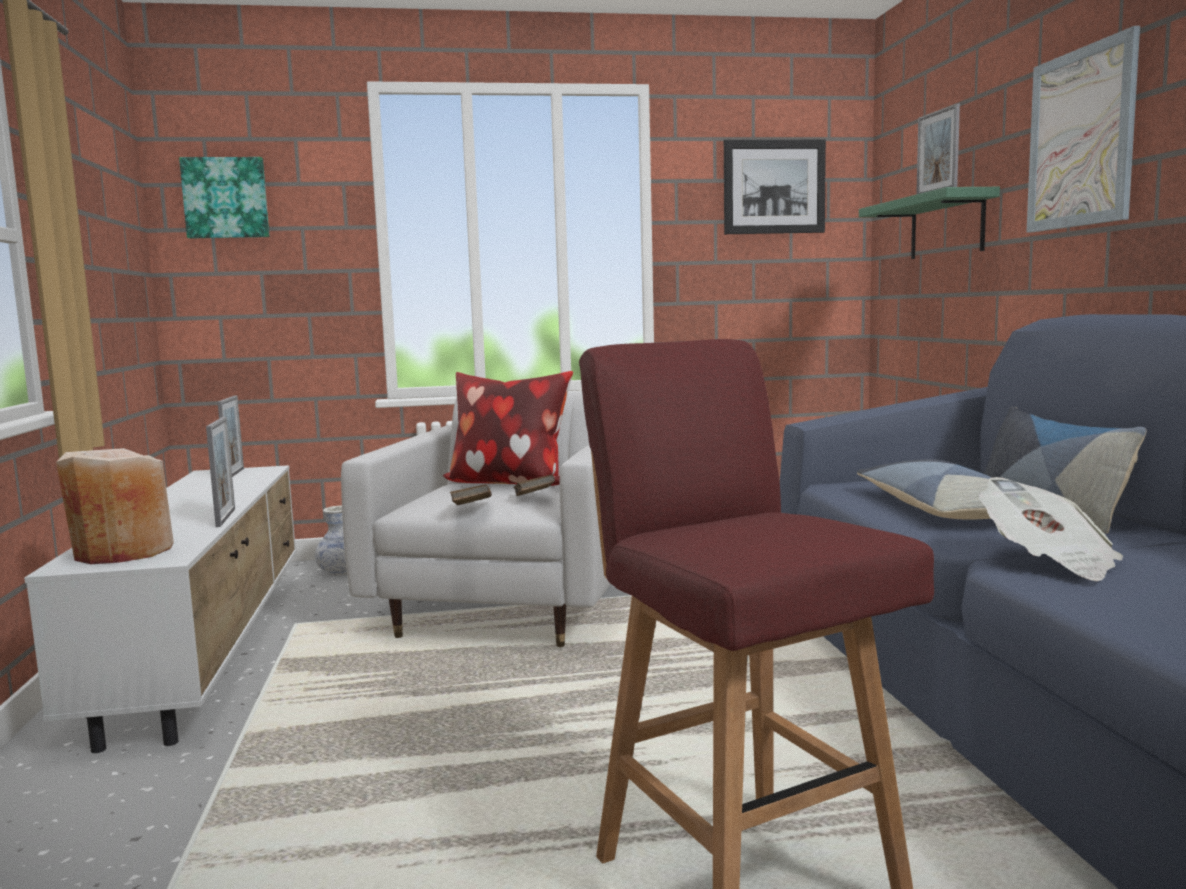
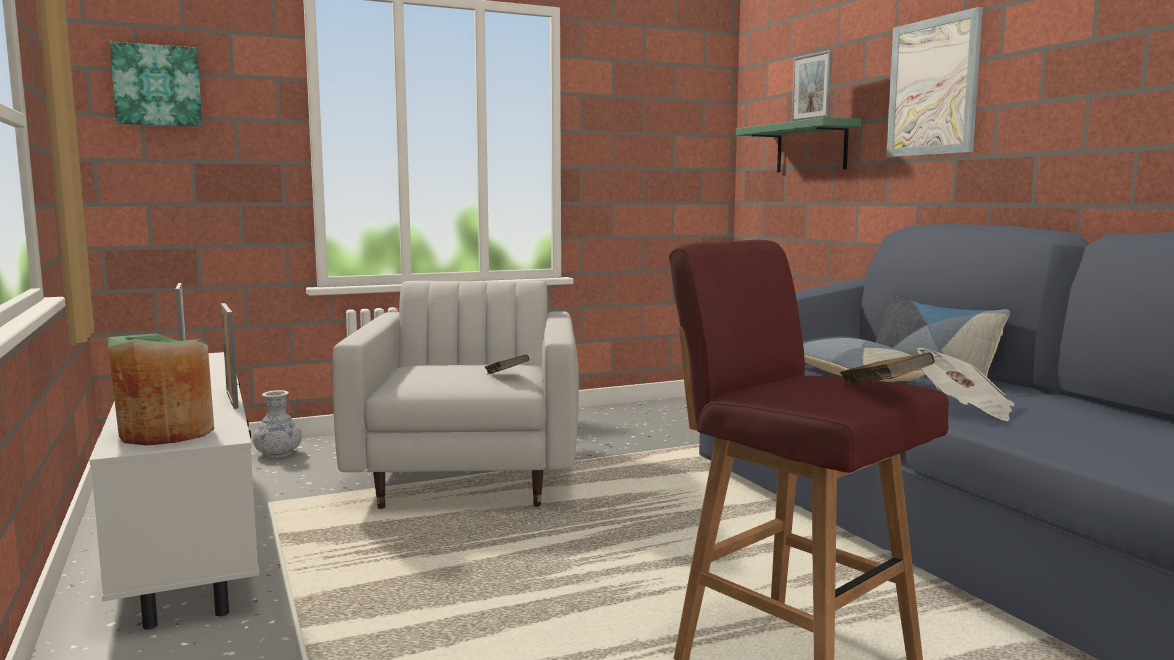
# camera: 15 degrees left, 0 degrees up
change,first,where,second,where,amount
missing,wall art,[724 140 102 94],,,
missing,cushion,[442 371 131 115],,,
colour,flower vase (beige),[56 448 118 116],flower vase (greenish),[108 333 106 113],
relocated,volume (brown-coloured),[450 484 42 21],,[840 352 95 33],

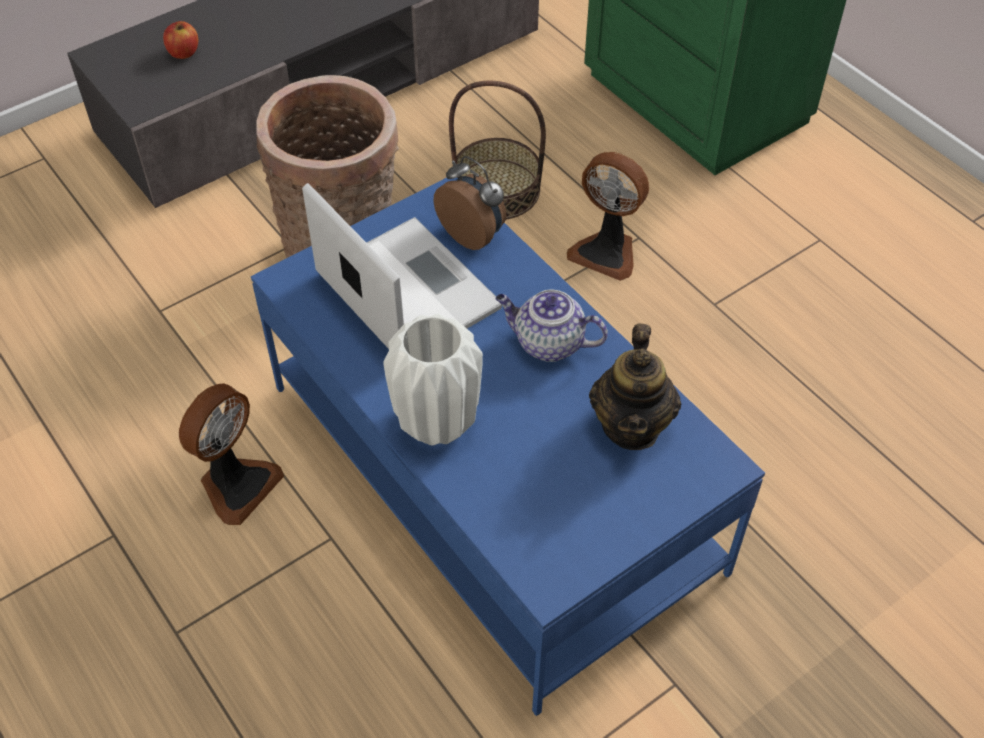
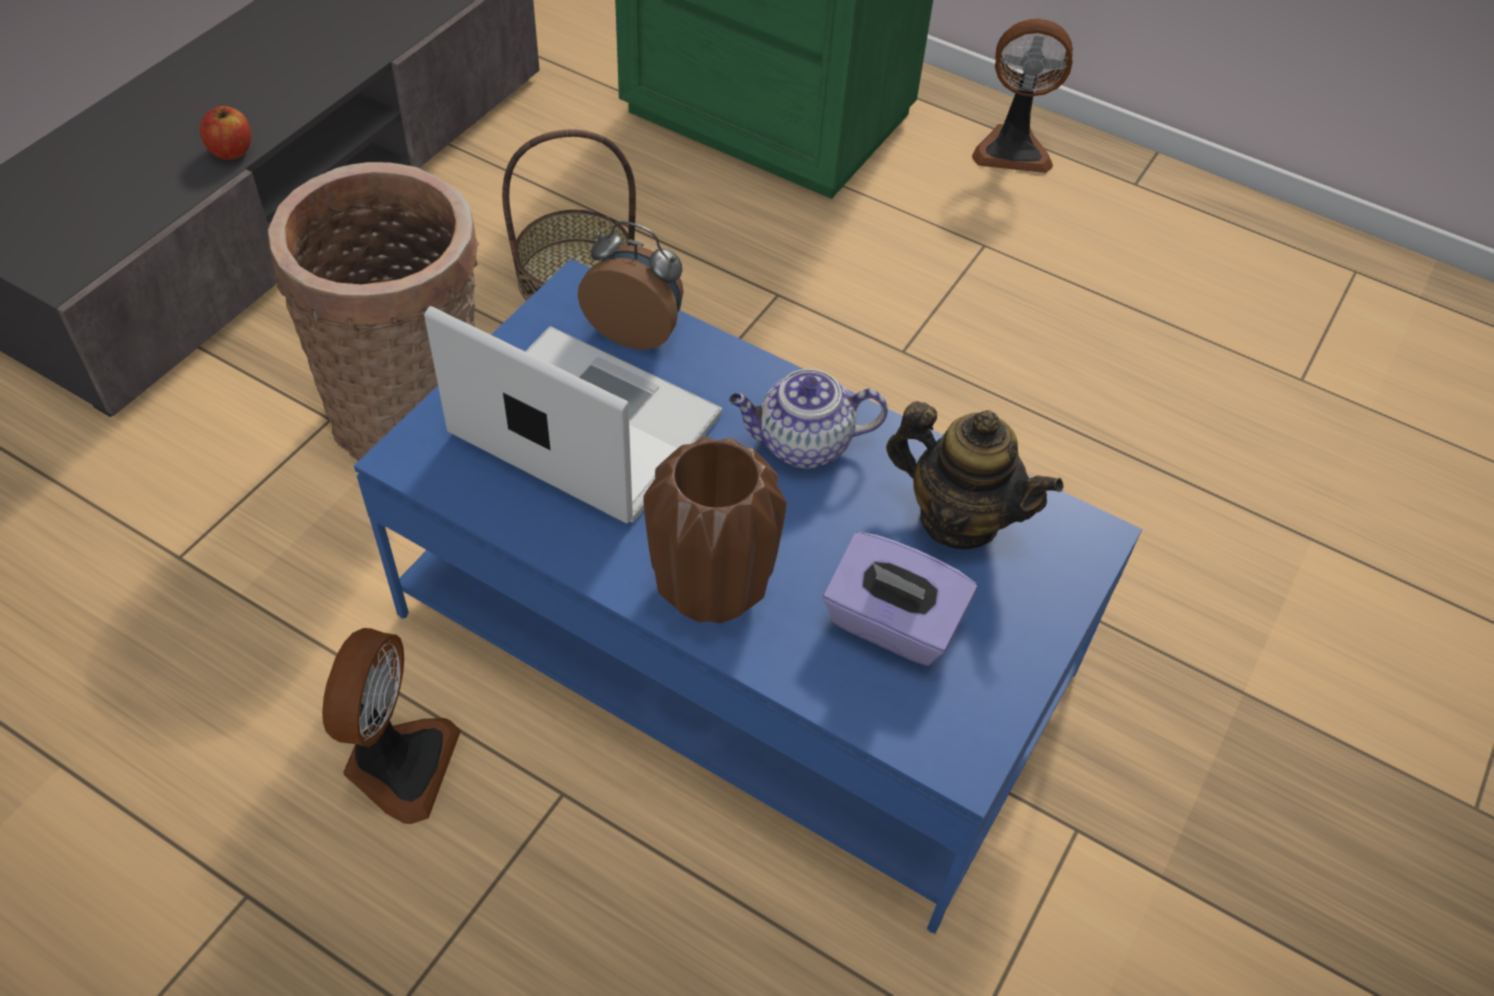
# camera: 25 degrees left, 0 degrees up
change,first,where,second,where,amount
relocated,apple fruit,[163 21 35 38],,[200 106 51 54],
relocated,cooling fan,[566 152 83 129],,[972 19 101 154],
colour,flower vase (whitish),[383 314 100 132],flower vase (brown-coloured),[643 436 144 187],
spun,teapot,[589 323 92 127],,[886 401 178 148],45 degrees counterclockwise
appeared,,,box of tissues (purple),[823 532 154 134],

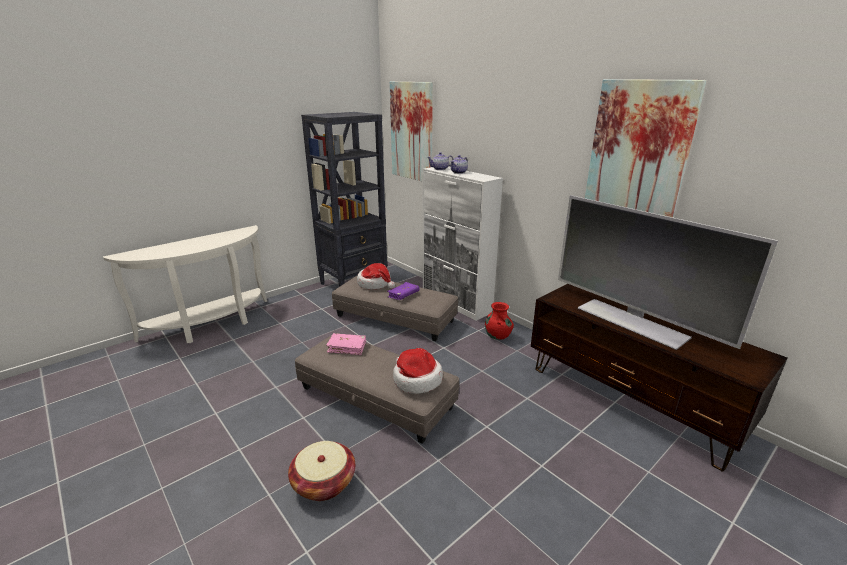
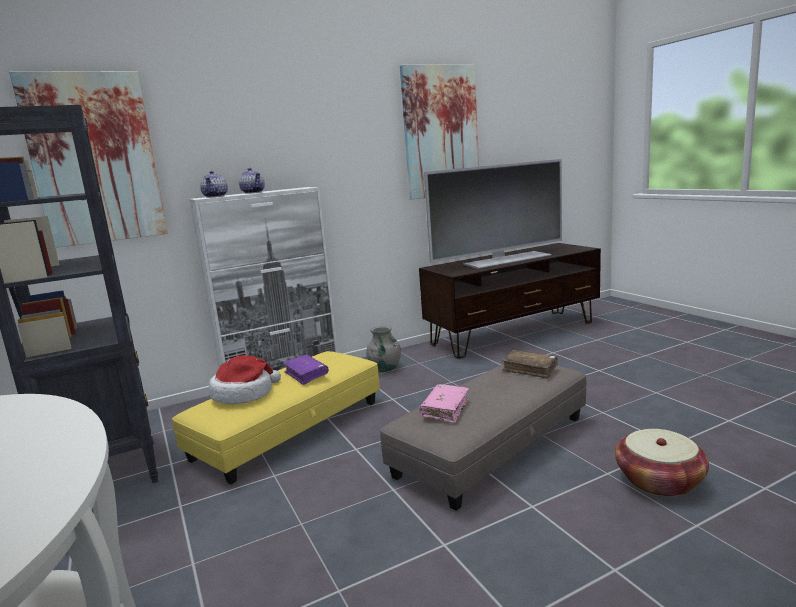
# camera: 75 degrees left, 10 degrees down
change,first,where,second,where,amount
colour,ottoman (grey),[332 276 126 65],ottoman (yellowish),[172 351 208 133],
colour,flower vase (red),[485 302 29 38],flower vase (grey),[366 325 35 47],
exchanged,hat,[393 348 50 46],volume (brown-coloured),[502 350 56 29],

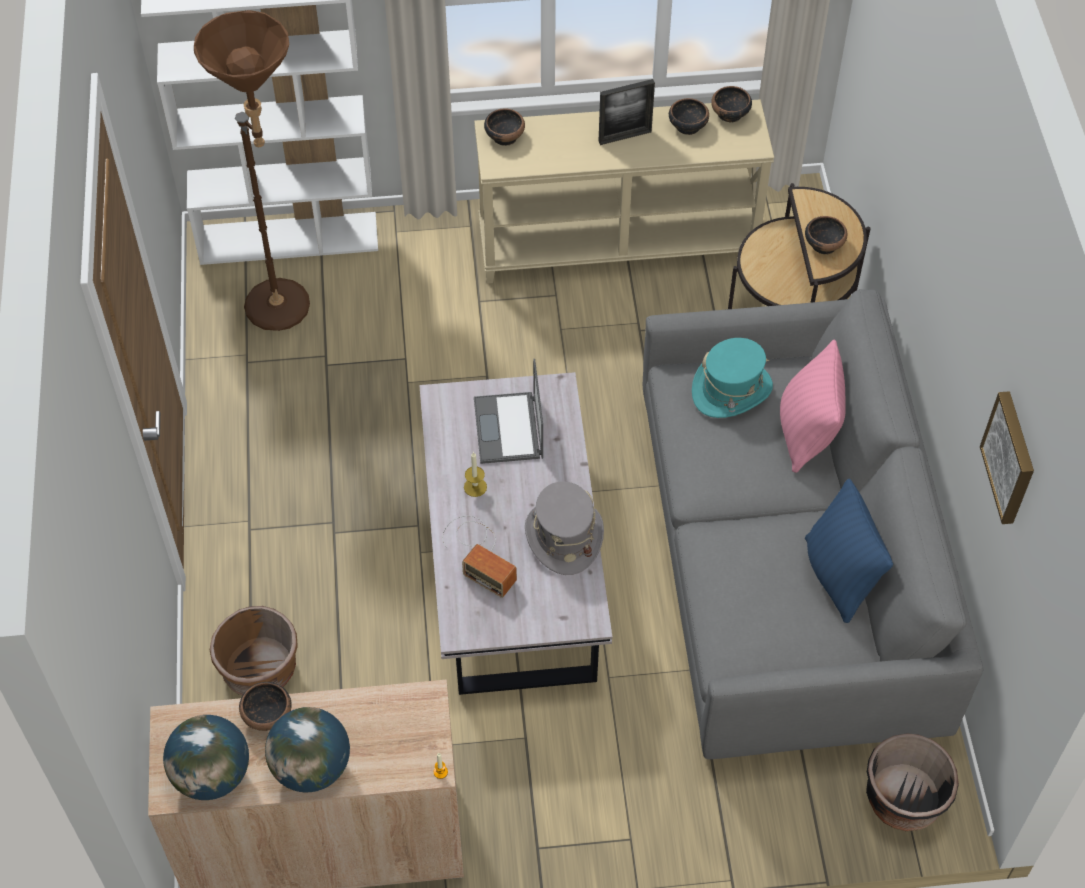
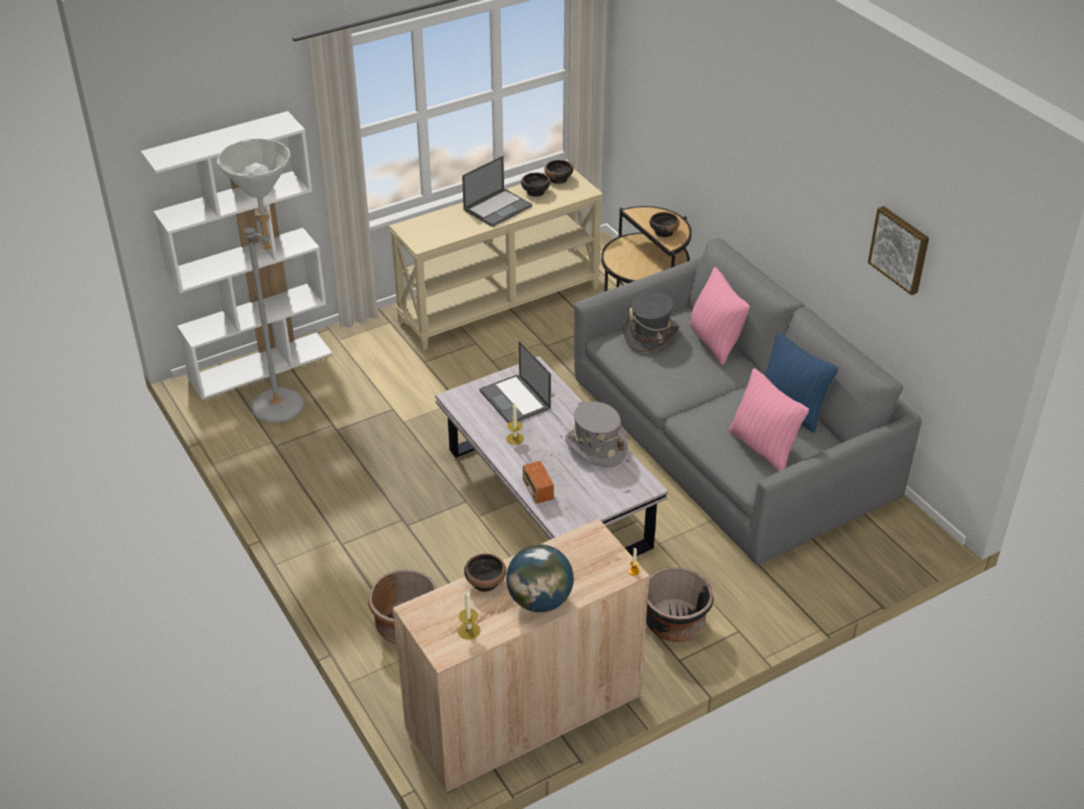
# camera: 25 degrees left, 15 degrees down
change,first,where,second,where,amount
colour,standing lamp (brown-coloured),[194 10 116 321],standing lamp (grey),[217 139 87 284],
exchanged,picture frame,[599 79 56 66],laptop,[462 156 70 71],
missing,serving bowl,[484 109 41 37],,,
colour,hat (turquoise-coloured),[692 338 81 80],hat (grey),[623 292 56 60],
spun,radio set,[442 516 75 82],,[523 450 41 54],60 degrees clockwise
exchanged,world globe,[163 715 86 85],wax candle,[458 591 22 49],
relocated,planter (black),[866 733 93 98],,[646 567 68 75],
appeared,,,cushion (pinkish),[728 368 81 104],

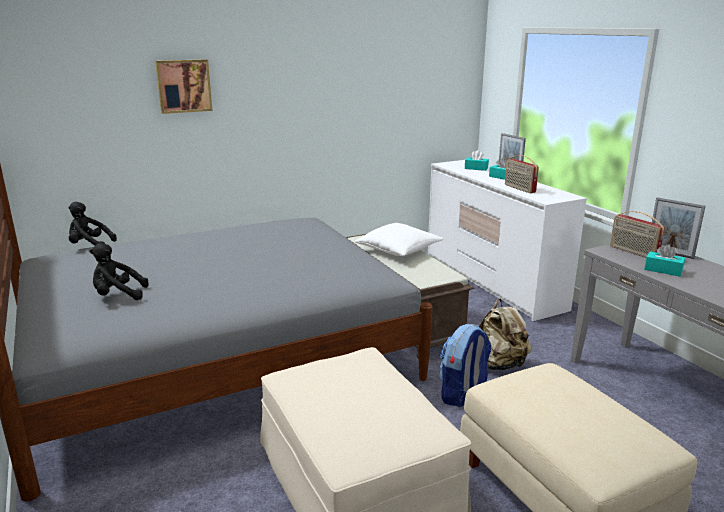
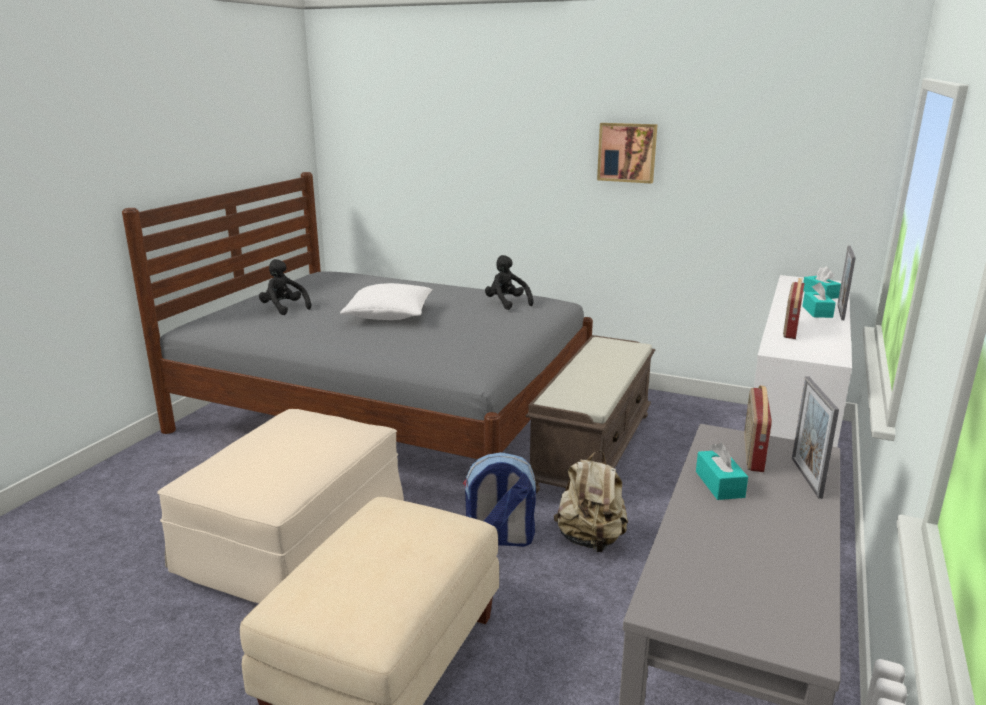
# camera: 50 degrees right, 0 degrees up
change,first,where,second,where,amount
relocated,wall art,[155 59 58 55],,[597 123 61 61],
relocated,plush toy (black),[68 202 49 44],,[485 255 49 55],
relocated,cushion (whitish),[355 223 89 33],,[340 283 92 37],

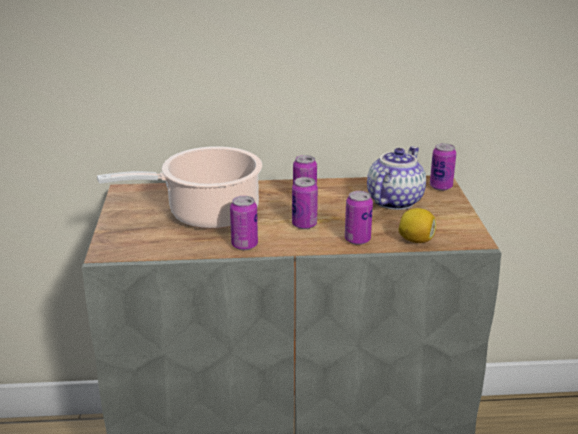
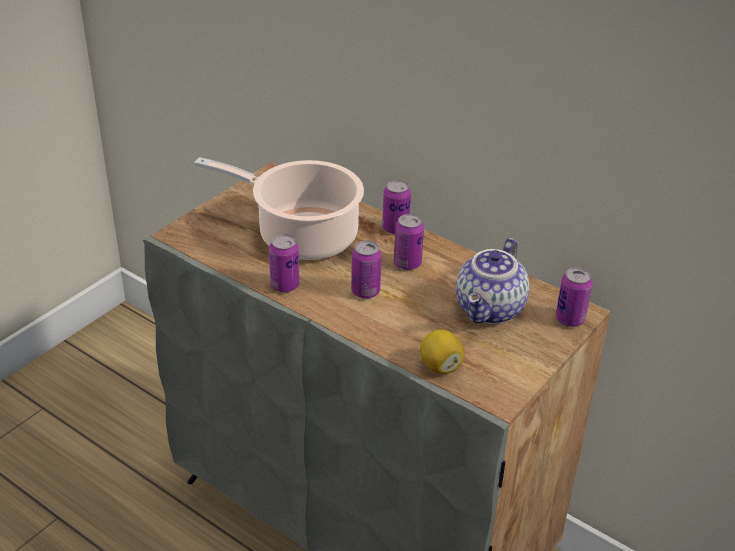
# camera: 40 degrees right, 10 degrees up
change,first,where,second,where,amount
spun,teapot,[367 147 59 63],,[456 238 73 86],135 degrees clockwise
relocated,metal can,[345 191 28 54],,[382 180 29 54],

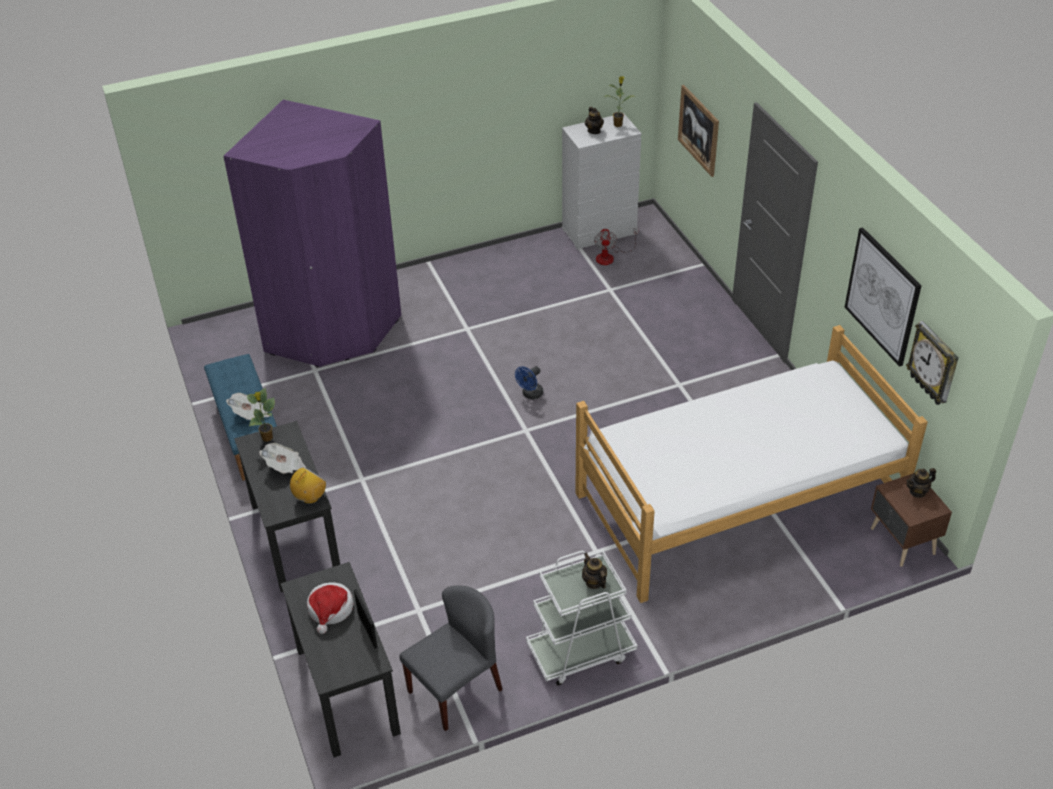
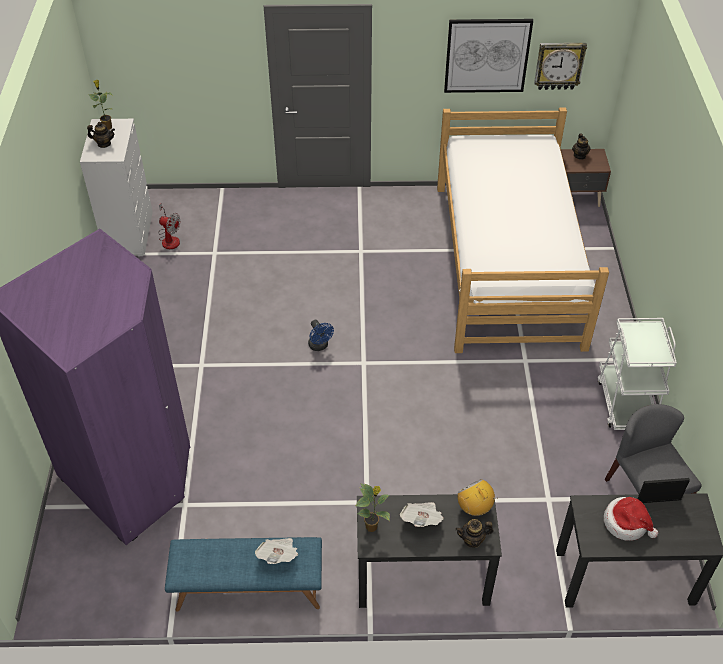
# camera: 70 degrees left, 5 degrees up
change,first,where,second,where,amount
missing,wall art,[678 85 41 92],,,
relocated,teapot,[582 552 25 37],,[455 519 39 29],

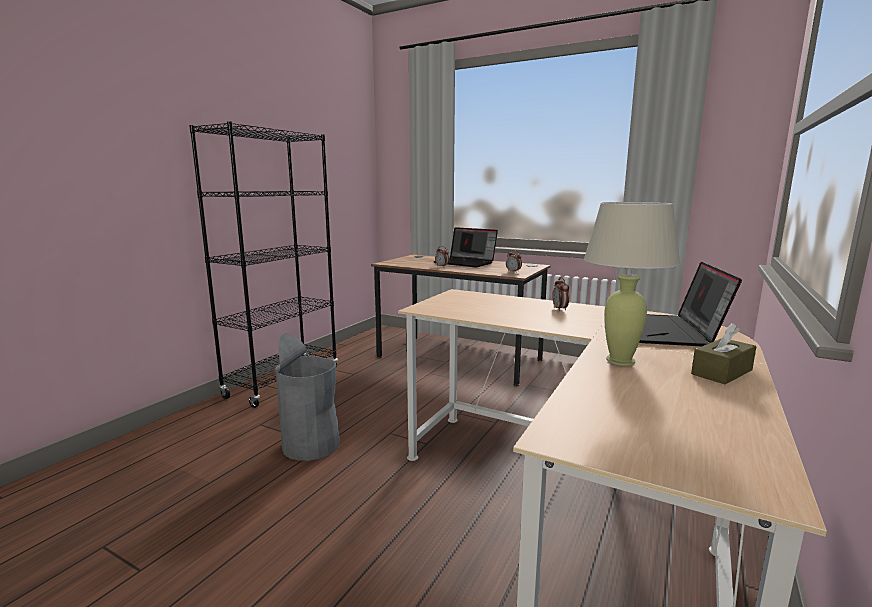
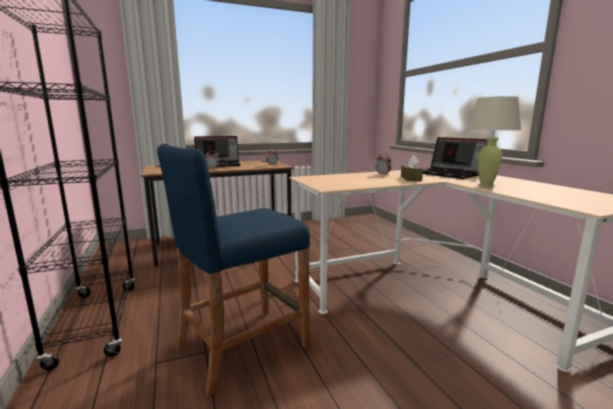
# camera: 50 degrees left, 0 degrees up
change,first,where,second,where,amount
relocated,box of tissues (brown-coloured),[691 323 66 61],,[401 155 22 26],
exchanged,waste bin (grey),[275 333 65 128],sitting stool (blue),[157 144 153 252],

